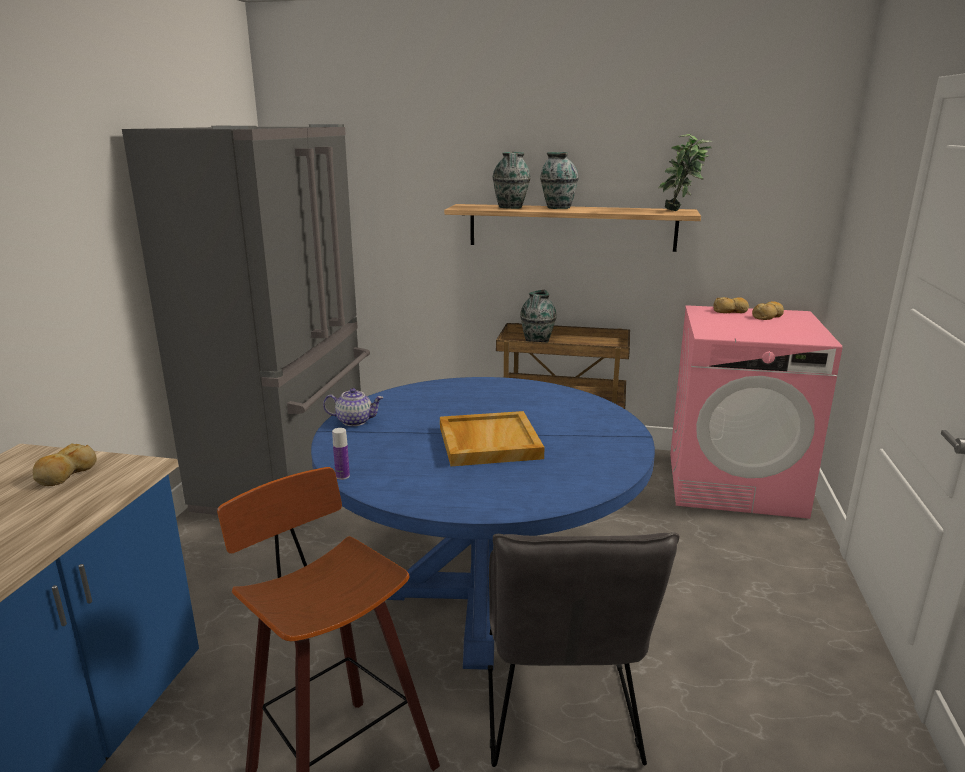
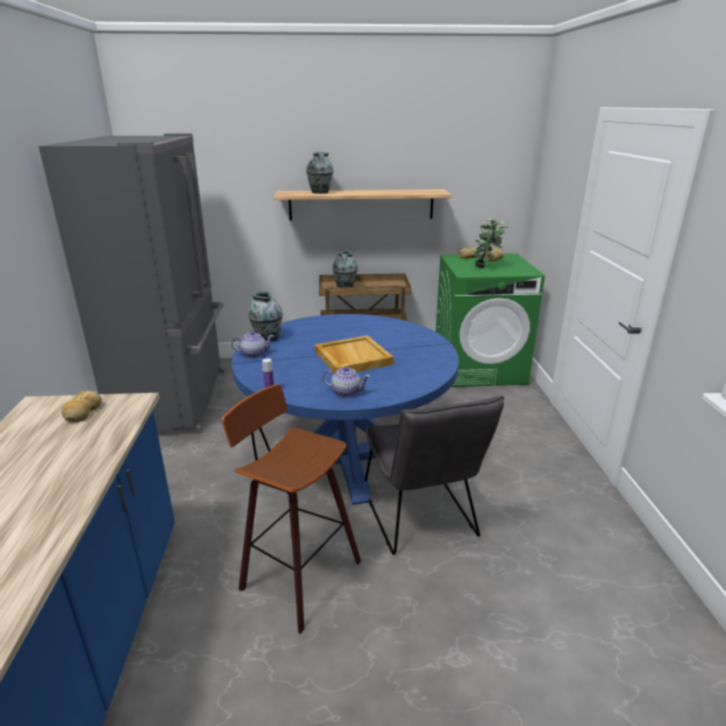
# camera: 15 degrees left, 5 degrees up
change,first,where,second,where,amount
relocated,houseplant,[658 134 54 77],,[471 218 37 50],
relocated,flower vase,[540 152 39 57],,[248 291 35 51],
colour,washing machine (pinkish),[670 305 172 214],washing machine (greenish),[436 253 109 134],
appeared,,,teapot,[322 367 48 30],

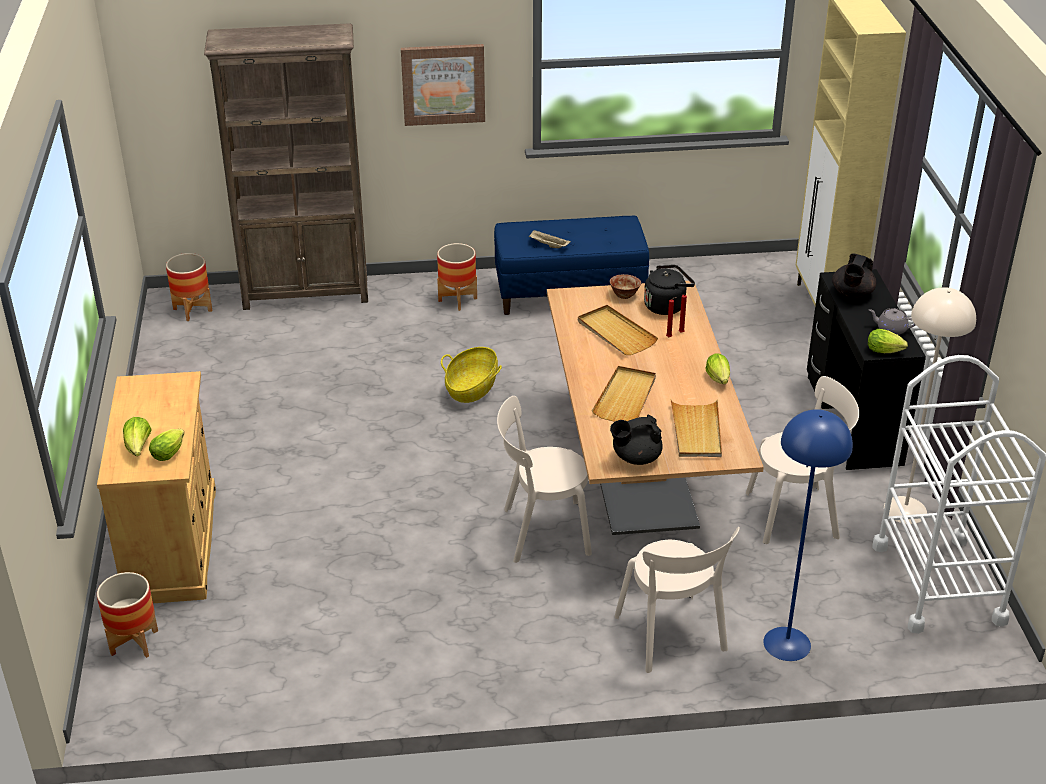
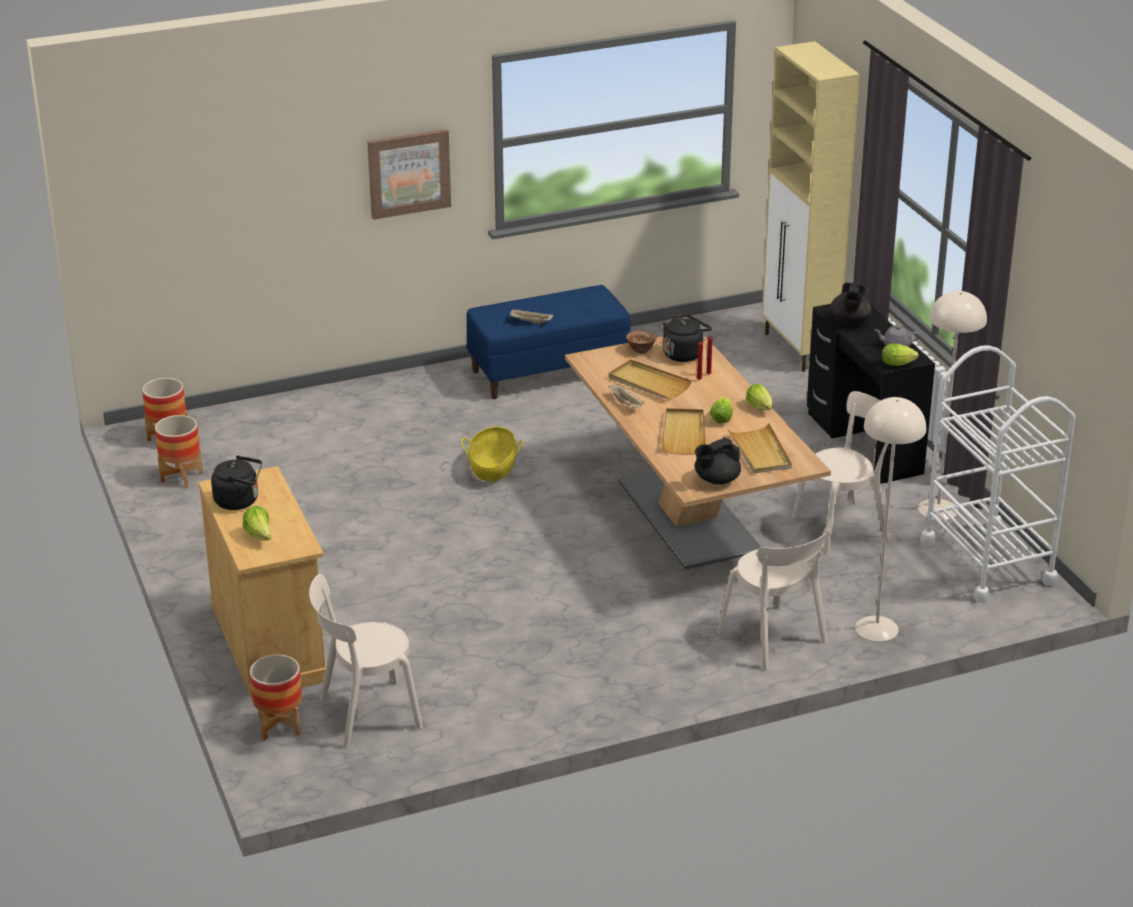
# camera: 15 degrees left, 5 degrees down
change,first,where,second,where,amount
missing,bookcase (brown-coloured),[204 23 164 287],,,
relocated,planter,[437 243 40 68],,[155 415 48 73],
relocated,plain chair (beige),[497 396 95 167],,[309 574 114 175],
colour,standing lamp (blue),[763 409 90 252],standing lamp (beige),[855 397 71 244],
relocated,lettuce,[149 429 36 32],,[710 396 23 28],
appeared,,,serving tray (beige),[608 384 36 24],
appeared,,,tea kettle (black),[211 456 51 54],

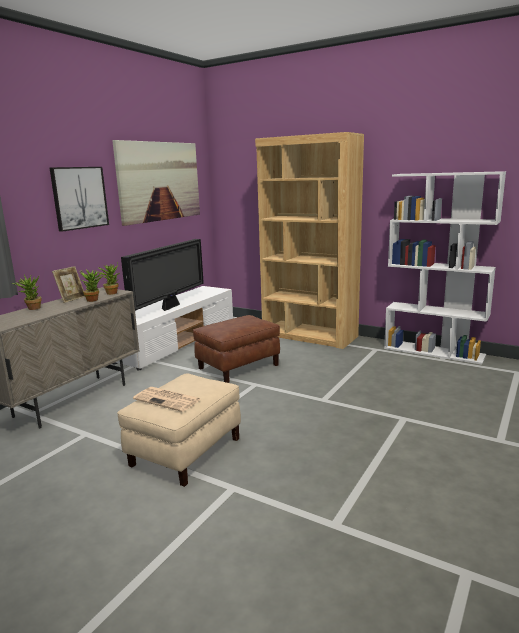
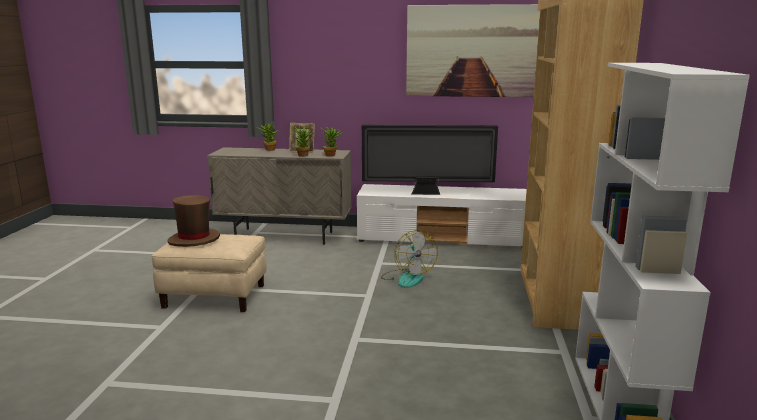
# camera: 65 degrees right, 0 degrees up
change,first,where,second,where,amount
missing,wall art,[50 167 59 65],,,
exchanged,ottoman (brown-coloured),[193 315 87 68],cooling fan,[381 230 57 58],
exchanged,printed paper,[133 387 68 25],hat (brown-coloured),[168 195 52 52],

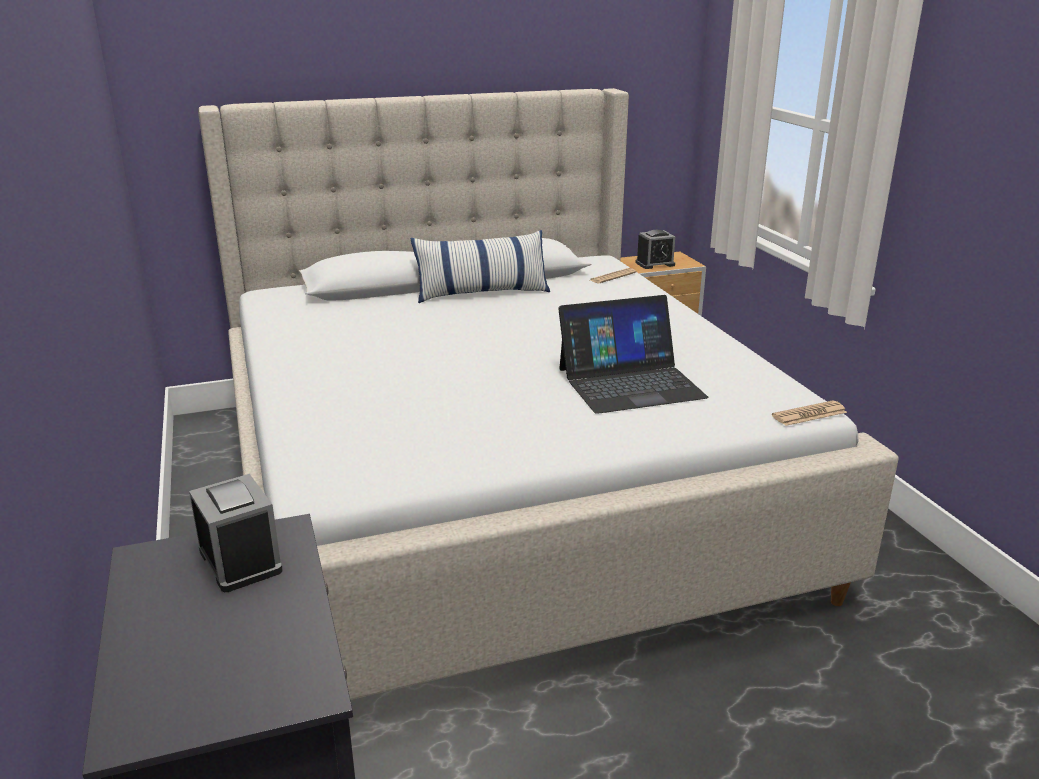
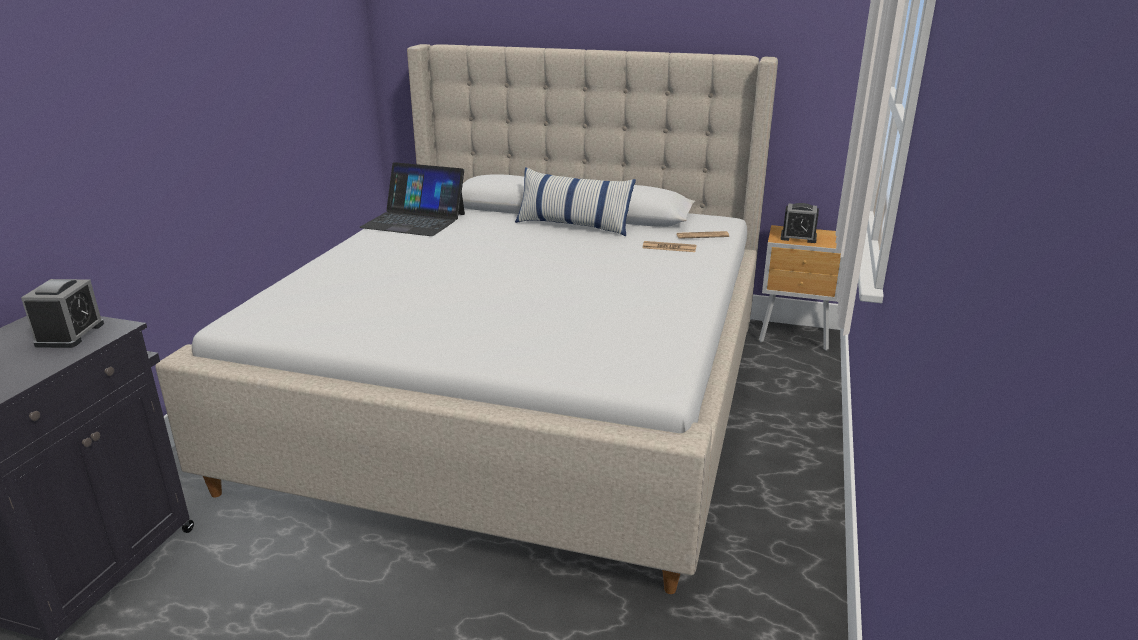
# camera: 35 degrees right, 0 degrees up
change,first,where,second,where,amount
relocated,laptop,[558 295 151 119],,[359 162 106 74],
relocated,printed paper,[772 400 75 26],,[643 241 53 11],

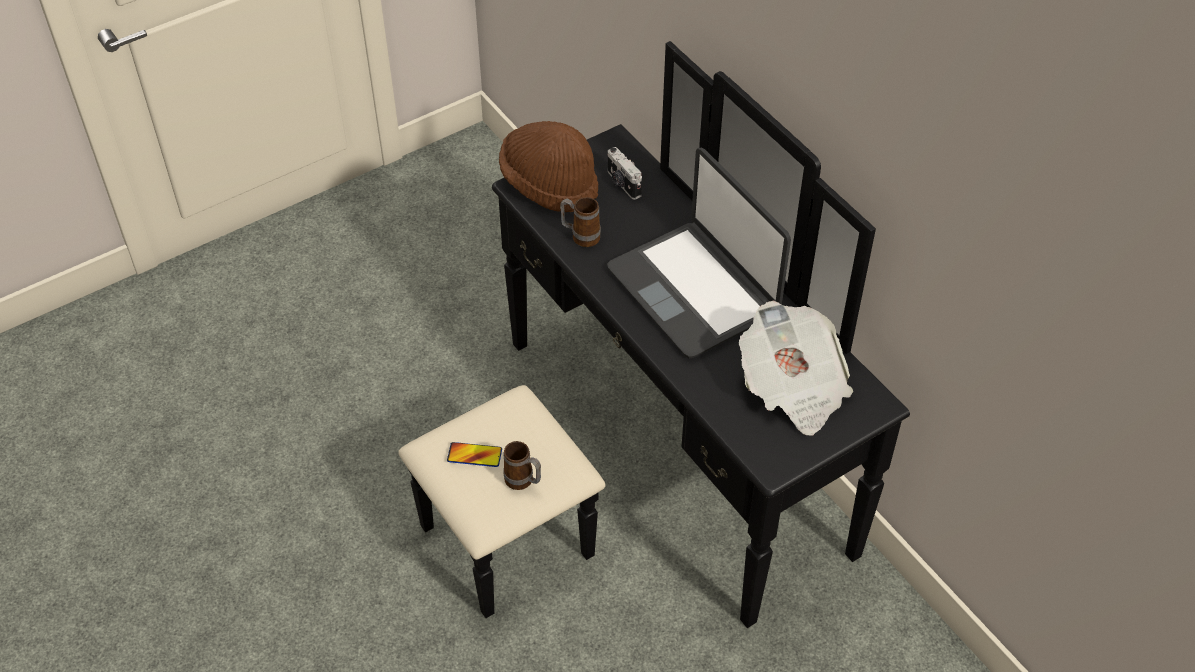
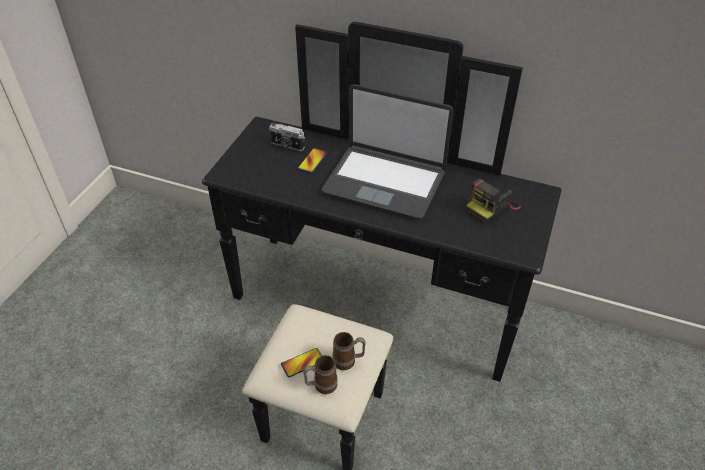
# camera: 35 degrees left, 5 degrees down
change,first,where,second,where,amount
missing,hat (brown-coloured),[499 121 99 91],,,
relocated,mug,[560 197 41 50],,[303 355 35 39],
exchanged,printed paper,[739 301 114 135],still camera,[466 179 55 44],
appeared,,,telephone,[298 148 30 25],

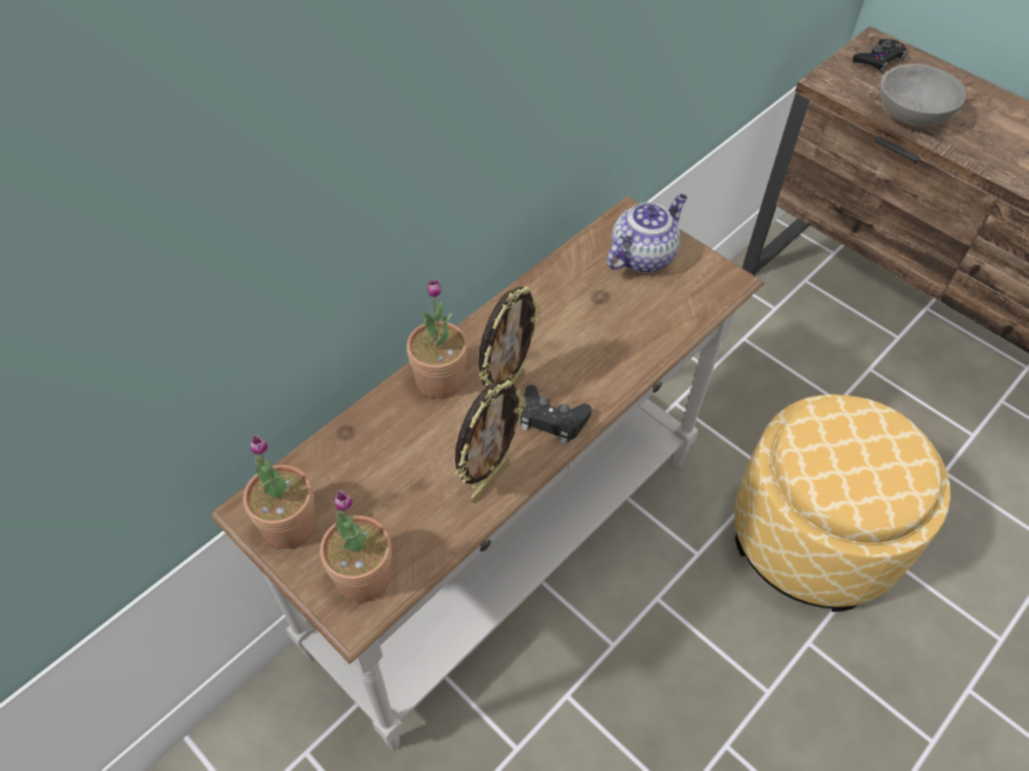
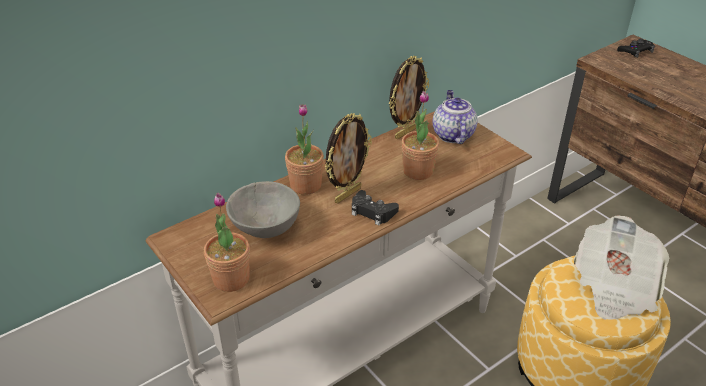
# camera: 10 degrees right, 15 degrees down
change,first,where,second,where,amount
relocated,serving bowl (grey),[880 64 86 63],,[226 181 74 57],
spun,teapot,[606 194 81 79],,[433 90 45 54],60 degrees counterclockwise
relocated,picture frame,[455 379 71 124],,[389 56 40 83],
relocated,houseplant,[243 434 74 115],,[401 91 38 89],
appeared,,,printed paper,[574 216 95 104],

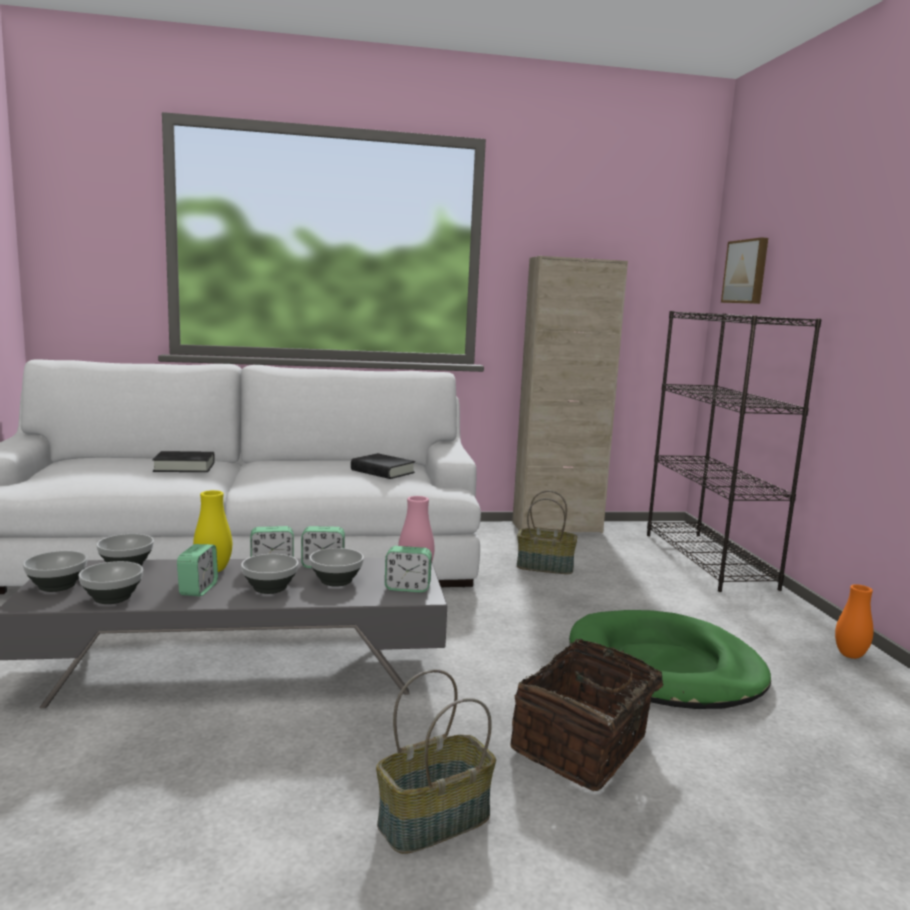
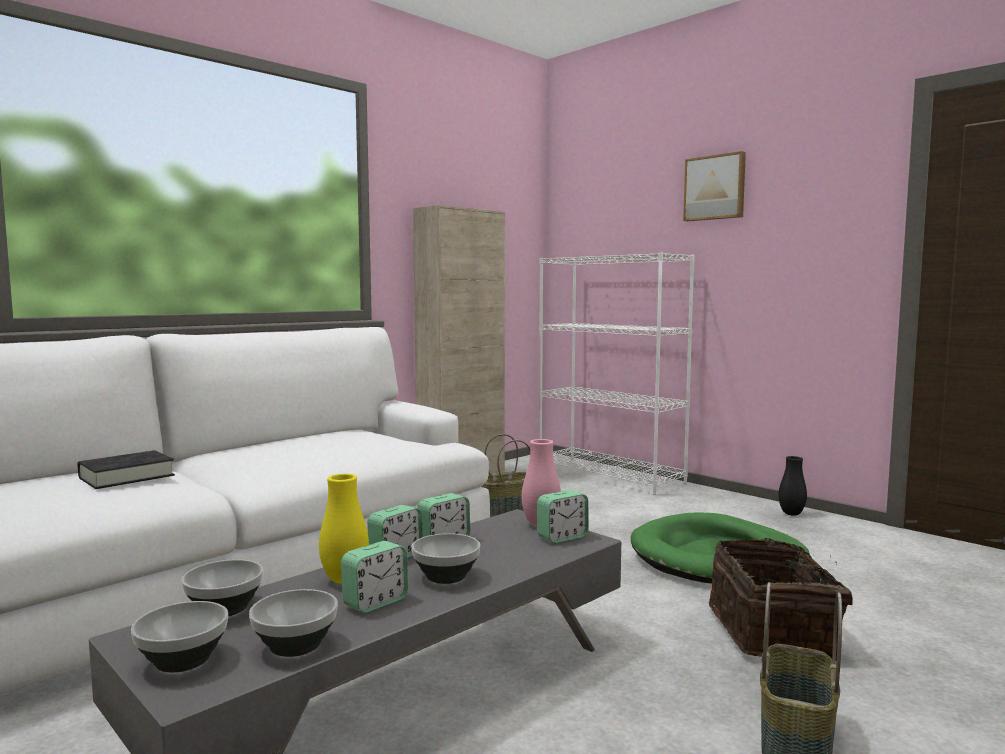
# camera: 35 degrees left, 5 degrees down
change,first,where,second,where,amount
relocated,wall art,[721 237 47 67],,[683 151 63 70],
colour,bookcase (black),[647 311 175 281],bookcase (whitish),[539 253 156 242],
missing,volume (black),[351 453 64 26],,,
spun,table clock,[177 544 41 52],,[341 541 67 72],75 degrees clockwise
missing,serving bowl,[309 548 55 39],,,
colour,flower vase (orangey),[835 584 38 75],flower vase (black),[778 456 29 60],

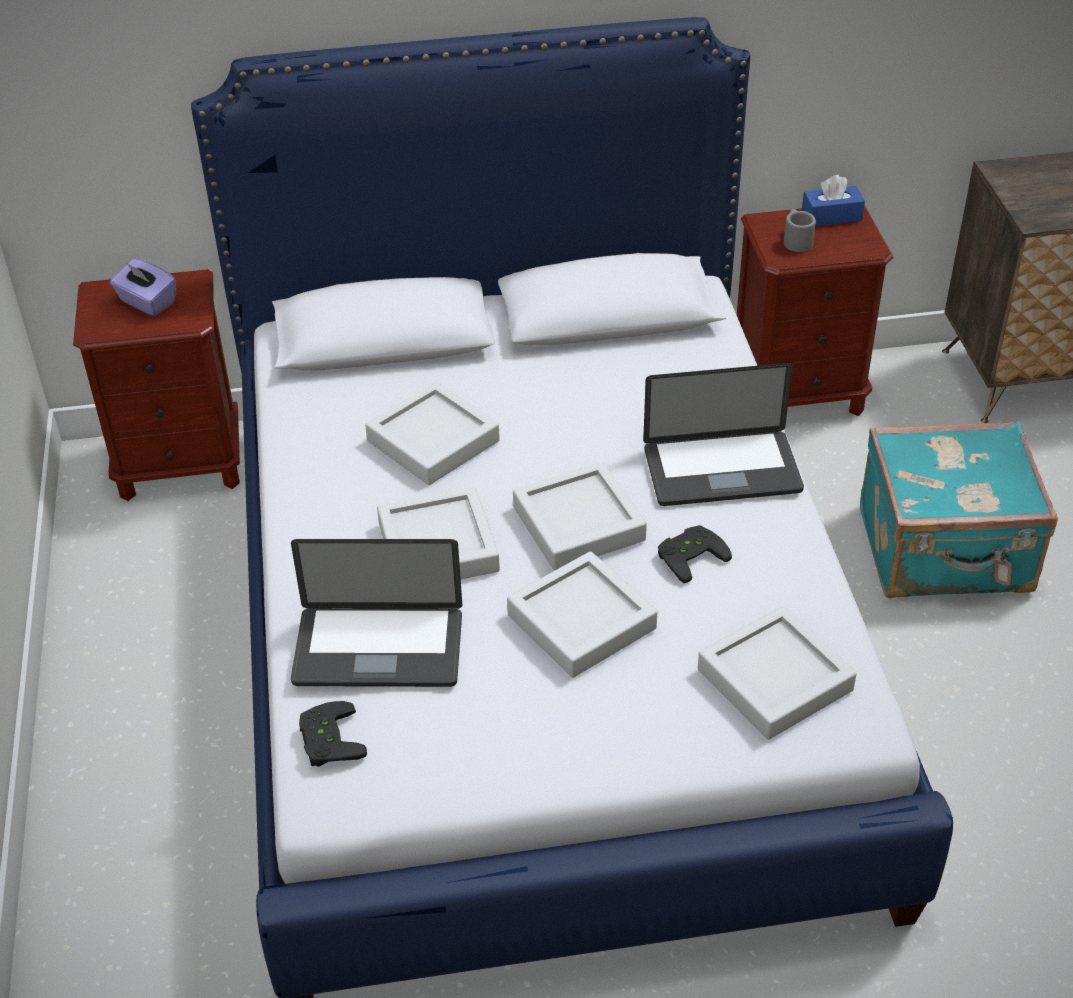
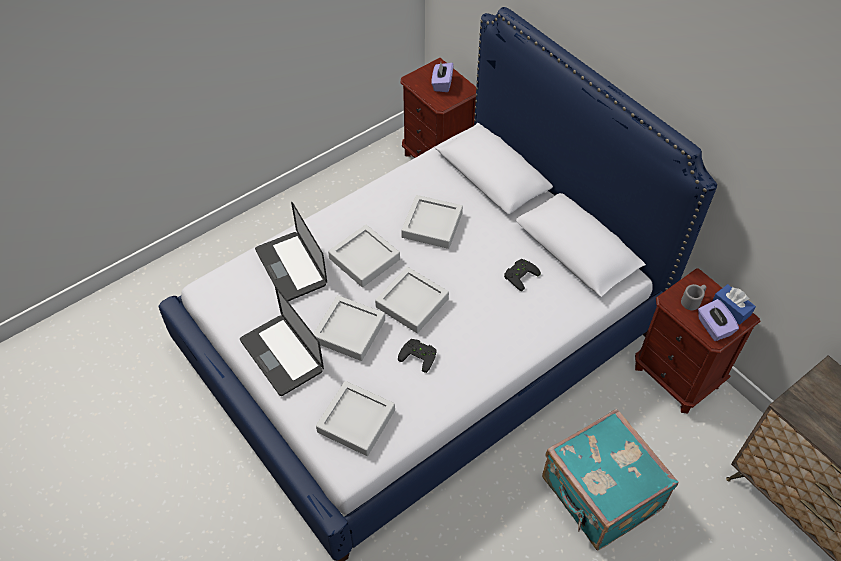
# camera: 60 degrees right, 10 degrees up
change,first,where,second,where,amount
relocated,laptop,[643 363 161 143],,[240 286 84 110],
relocated,game controller (black),[299 701 68 66],,[504 259 37 32],
appeared,,,box of tissues (purple),[698 299 41 42],

